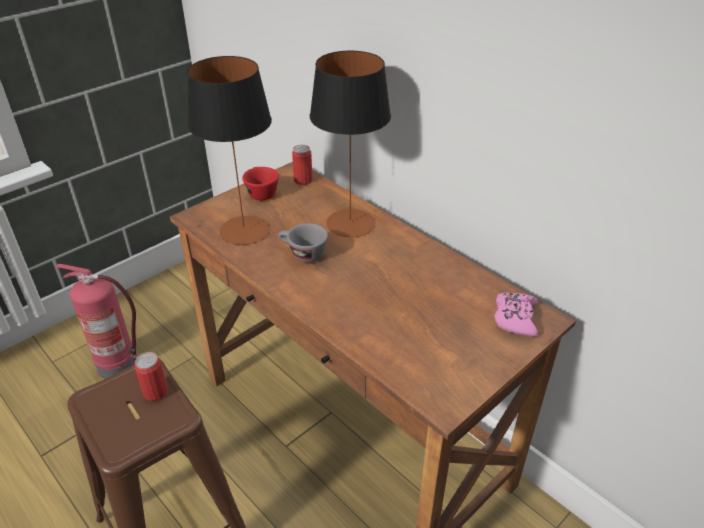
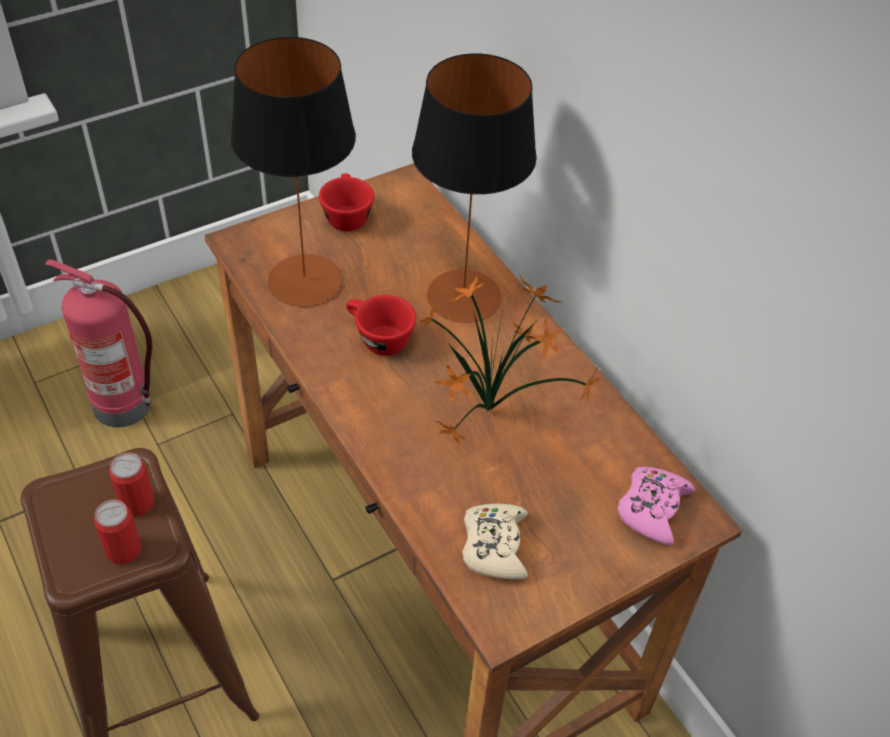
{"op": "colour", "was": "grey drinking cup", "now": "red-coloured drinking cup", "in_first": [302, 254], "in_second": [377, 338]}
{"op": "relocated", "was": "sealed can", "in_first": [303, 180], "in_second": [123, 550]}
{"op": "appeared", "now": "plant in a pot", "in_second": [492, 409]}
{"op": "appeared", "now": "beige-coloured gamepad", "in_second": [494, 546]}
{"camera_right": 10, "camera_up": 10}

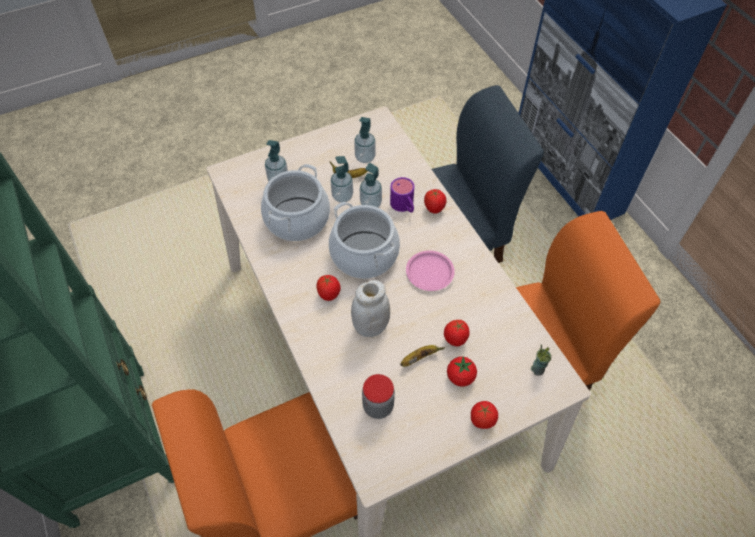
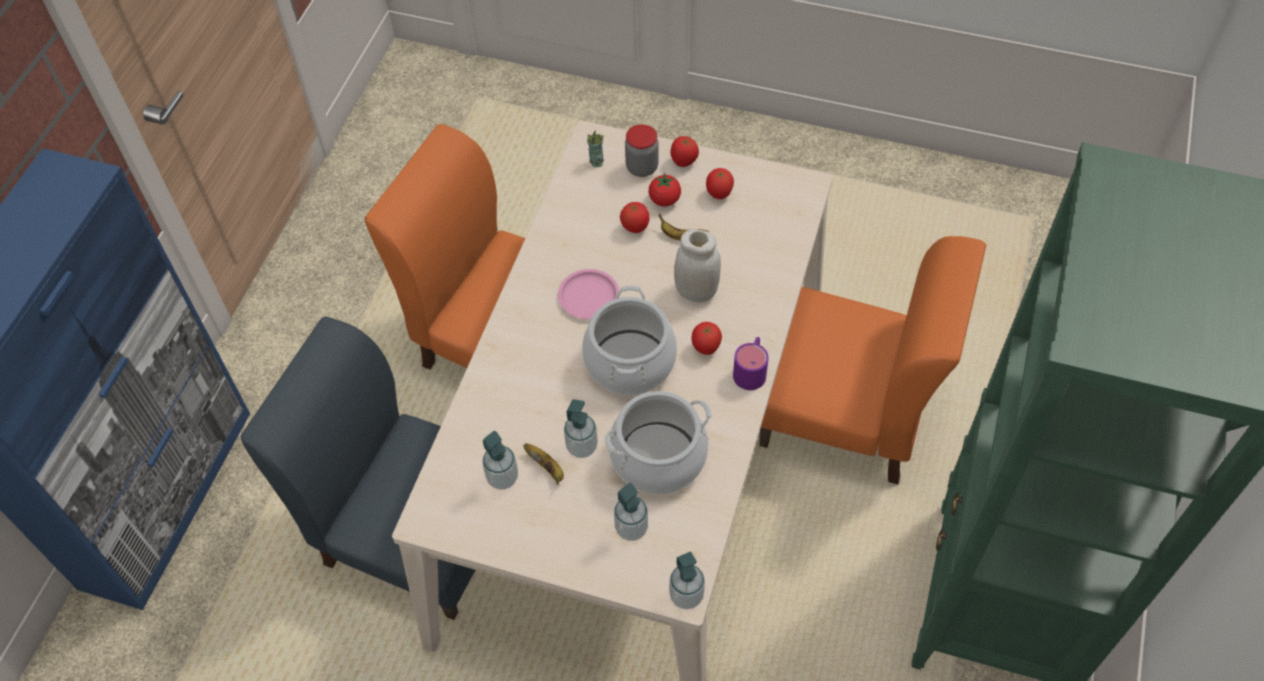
{"op": "relocated", "was": "soap bottle", "in_first": [371, 204], "in_second": [686, 596]}
{"op": "relocated", "was": "storage jar", "in_first": [378, 406], "in_second": [642, 167]}
{"op": "relocated", "was": "purple-coloured tea mug", "in_first": [404, 206], "in_second": [751, 369]}
{"op": "relocated", "was": "fresh tomato", "in_first": [434, 209], "in_second": [718, 194]}
{"camera_right": -135, "camera_up": 0}

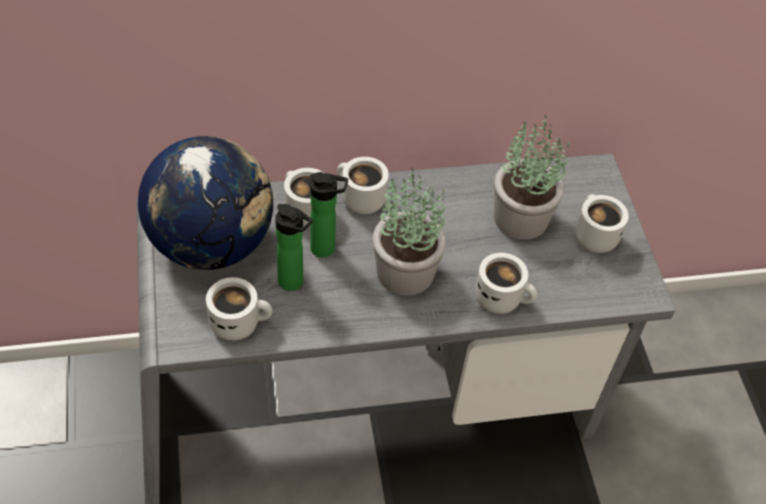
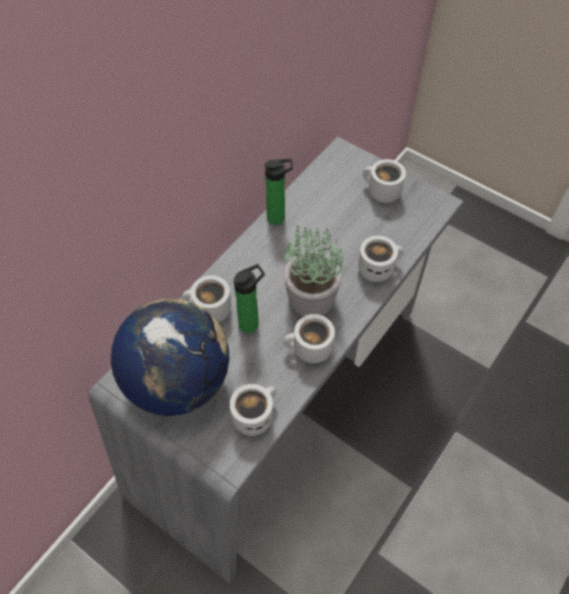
{"op": "relocated", "was": "bottle", "in_first": [294, 283], "in_second": [279, 218]}
{"op": "relocated", "was": "white-coloured tea mug", "in_first": [359, 199], "in_second": [309, 350]}
{"op": "missing", "was": "plant in a pot", "in_first": [519, 217]}
{"camera_right": -40, "camera_up": 5}

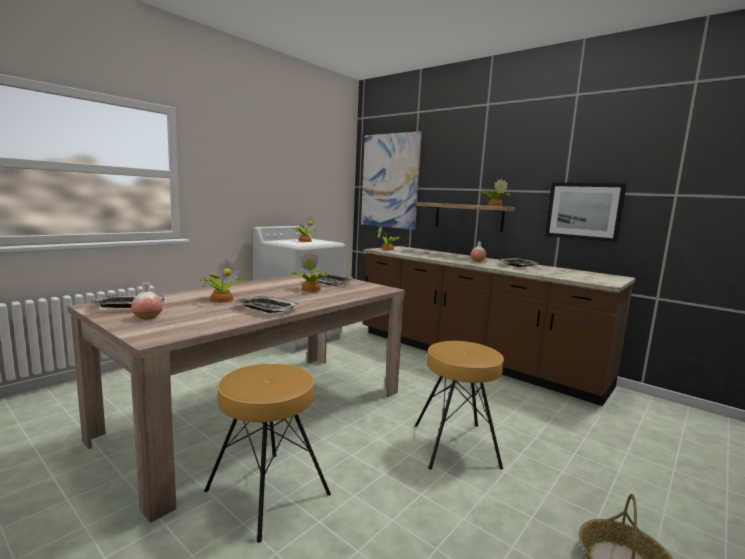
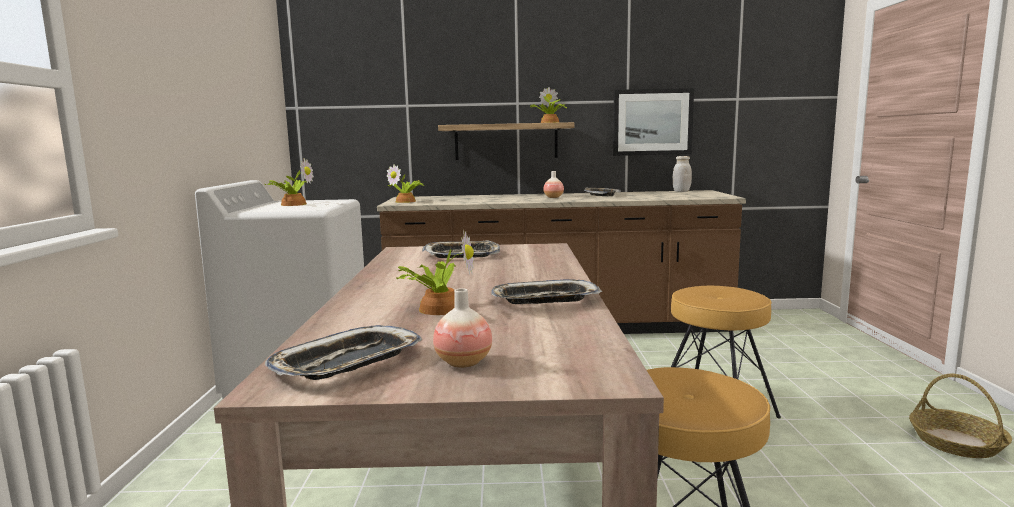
{"op": "missing", "was": "plant in a pot", "in_first": [310, 290]}
{"op": "missing", "was": "wall picture", "in_first": [390, 181]}
{"op": "appeared", "now": "white-coloured storage jar", "in_second": [681, 191]}
{"camera_right": -40, "camera_up": 0}

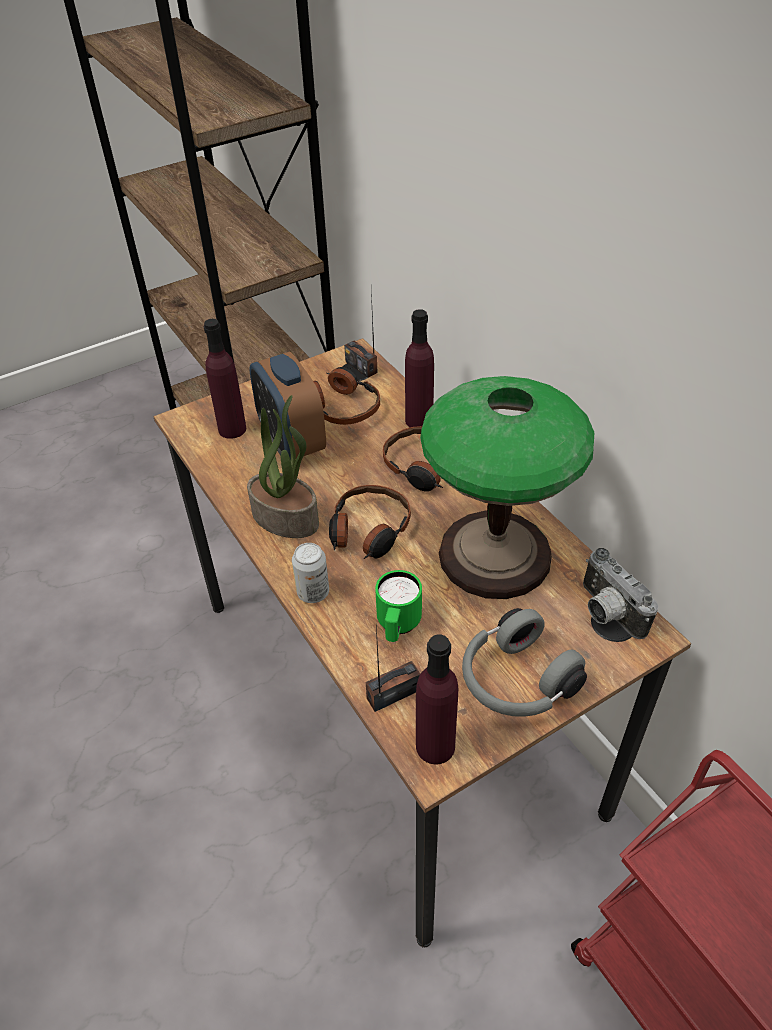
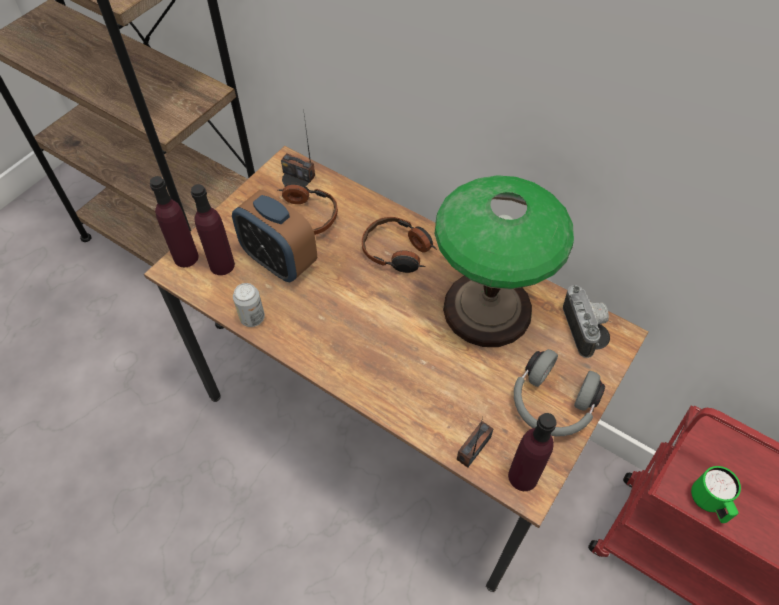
{"op": "missing", "was": "plant in a pot", "in_first": [287, 517]}
{"op": "relocated", "was": "sealed can", "in_first": [313, 592], "in_second": [252, 318]}
{"op": "missing", "was": "headphones", "in_first": [368, 531]}
{"op": "relocated", "was": "greenish tea mug", "in_first": [397, 626], "in_second": [709, 503]}
{"op": "relocated", "was": "purple-coloured bottle", "in_first": [419, 420], "in_second": [186, 257]}
{"op": "spun", "was": "photo camera", "in_first": [606, 612], "in_second": [585, 328], "clockwise": -135}
{"camera_right": -25, "camera_up": 10}

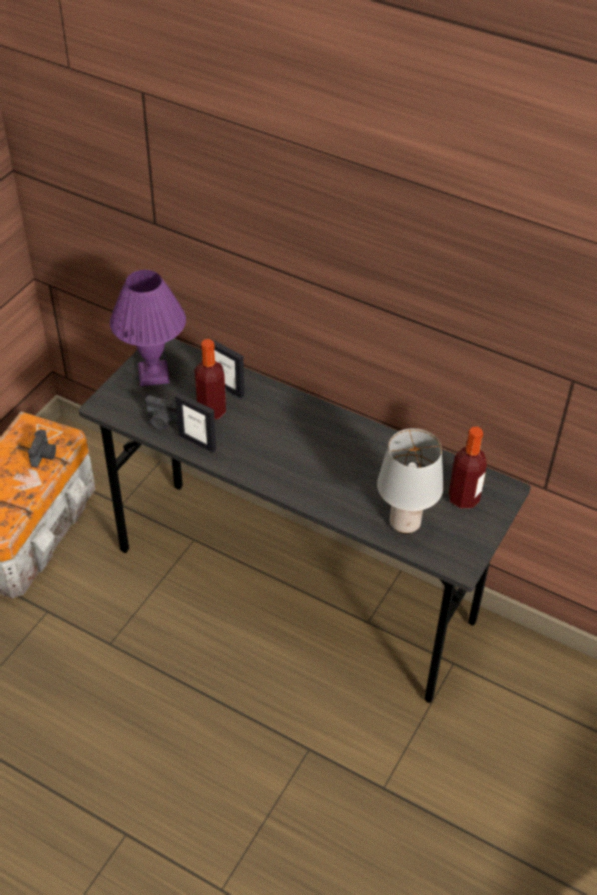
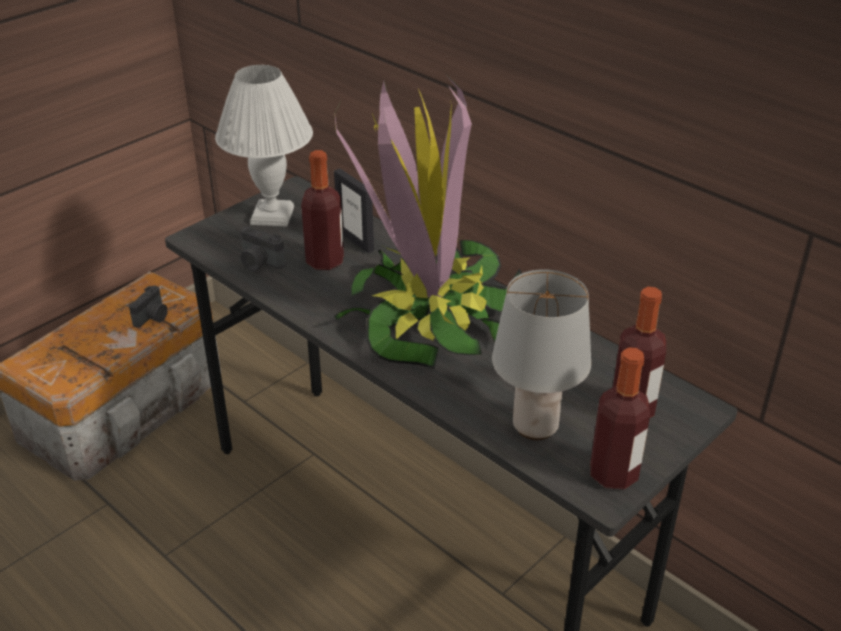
{"op": "colour", "was": "purple-coloured table lamp", "now": "white-coloured table lamp", "in_first": [154, 375], "in_second": [273, 216]}
{"op": "missing", "was": "photo frame", "in_first": [197, 442]}
{"op": "appeared", "now": "plant in a pot", "in_second": [429, 317]}
{"op": "appeared", "now": "bottle", "in_second": [613, 474]}
{"camera_right": 15, "camera_up": -10}

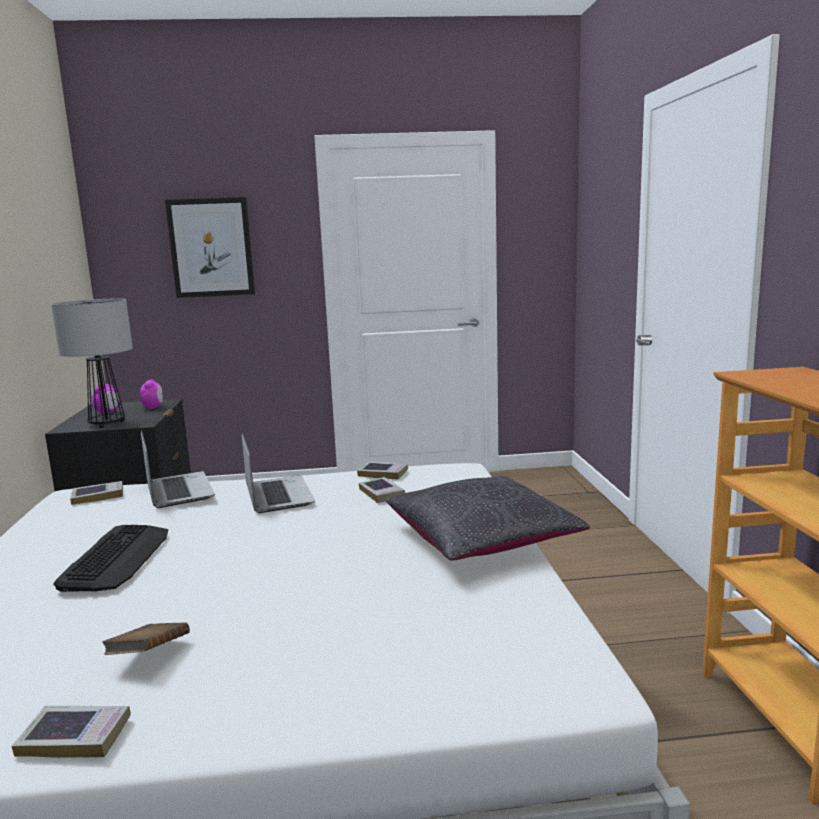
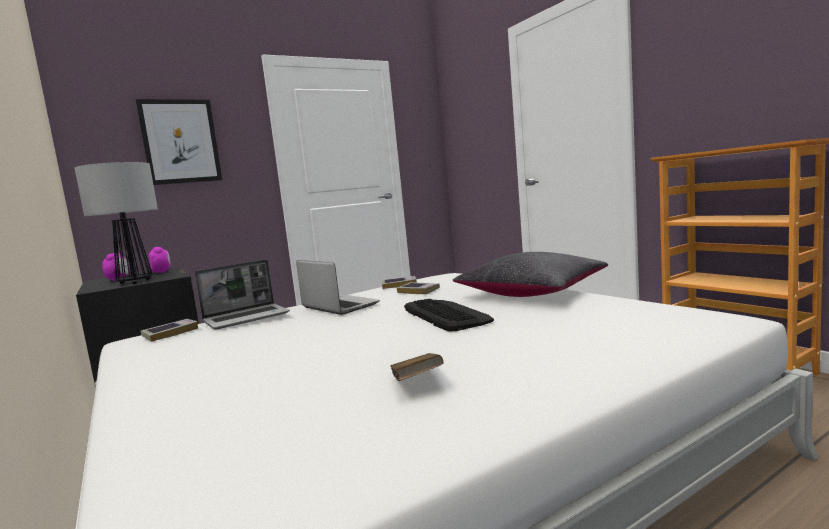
{"op": "missing", "was": "bound book", "in_first": [75, 737]}
{"op": "relocated", "was": "computer keyboard", "in_first": [117, 558], "in_second": [446, 315]}
{"op": "spun", "was": "laptop", "in_first": [178, 491], "in_second": [247, 317], "clockwise": 105}
{"camera_right": -25, "camera_up": -5}

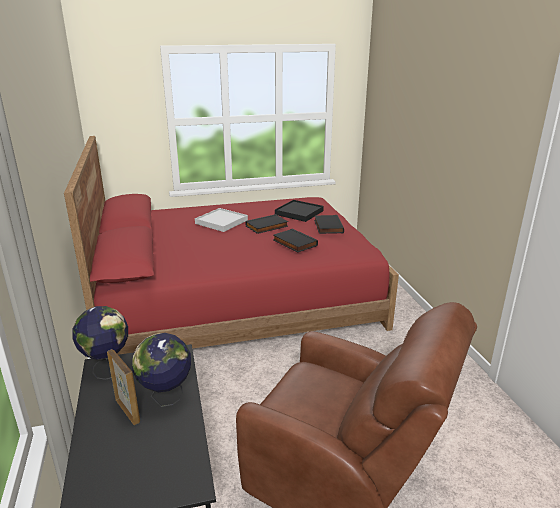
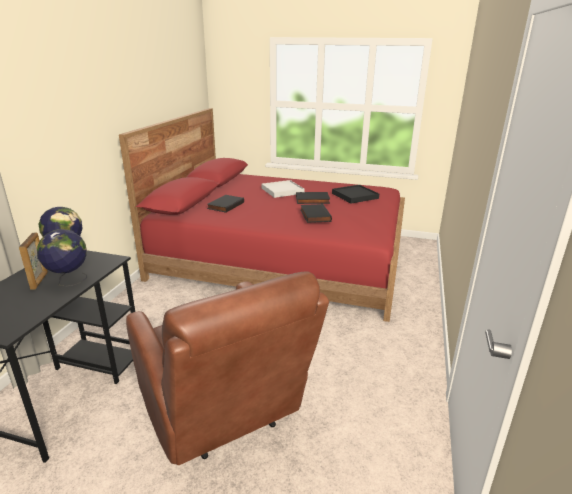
{"op": "relocated", "was": "blackish bound book", "in_first": [327, 226], "in_second": [225, 205]}
{"camera_right": 30, "camera_up": 0}

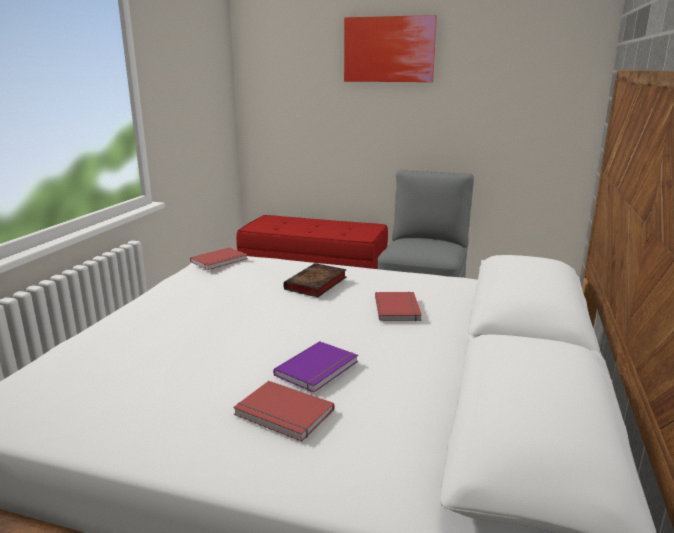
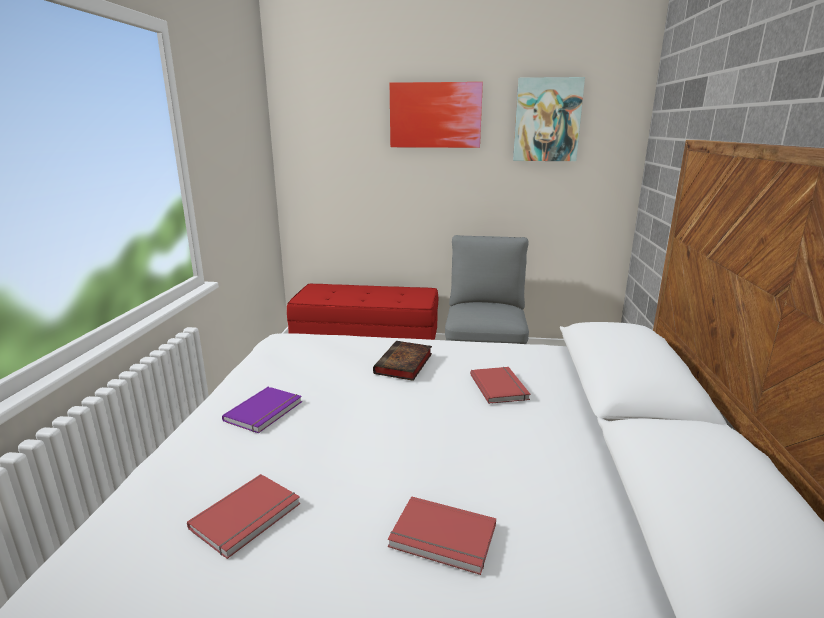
{"op": "relocated", "was": "red-coloured bound book", "in_first": [220, 261], "in_second": [248, 517]}
{"op": "relocated", "was": "purple-coloured bound book", "in_first": [319, 369], "in_second": [265, 411]}
{"op": "appeared", "now": "wall picture", "in_second": [547, 120]}
{"camera_right": -10, "camera_up": 0}

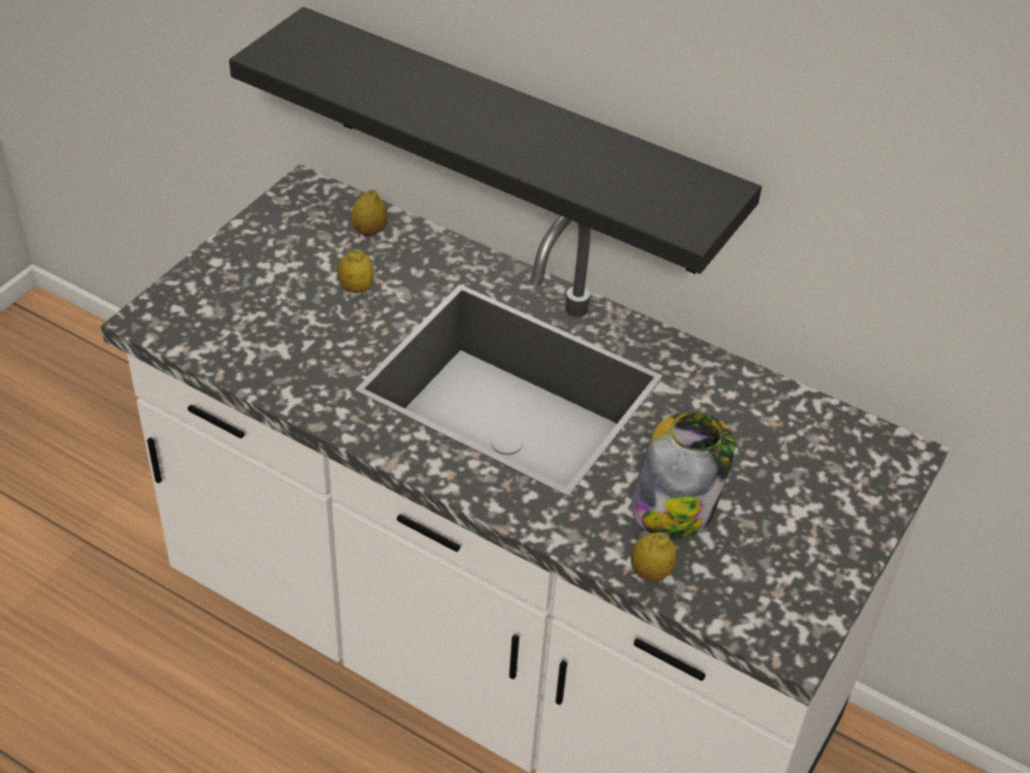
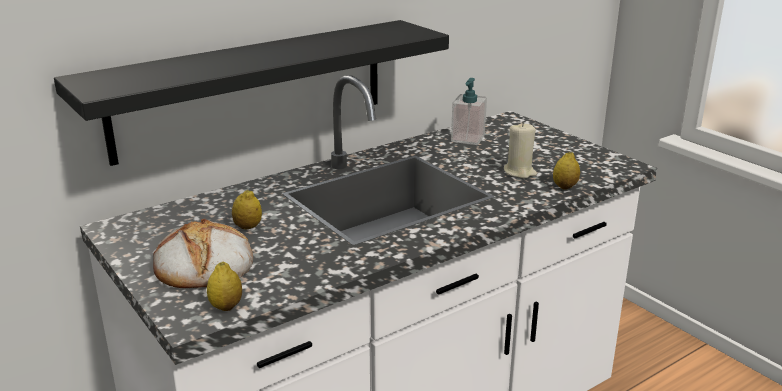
{"op": "relocated", "was": "lemon", "in_first": [369, 231], "in_second": [226, 306]}
{"op": "exchanged", "was": "storage jar", "now": "beige-coloured wax candle", "in_first": [674, 508], "in_second": [519, 172]}
{"op": "appeared", "now": "bread", "in_second": [203, 264]}
{"op": "appeared", "now": "soap bottle", "in_second": [467, 139]}
{"camera_right": -65, "camera_up": -20}

